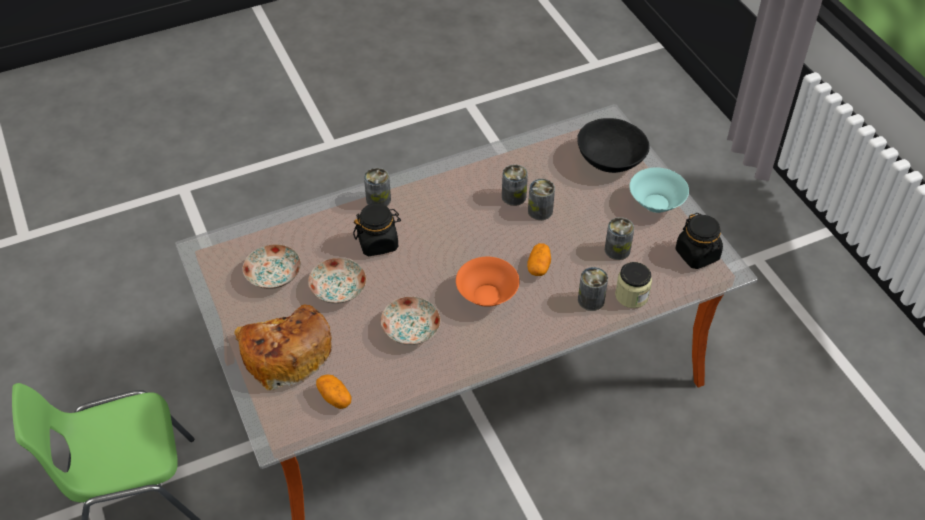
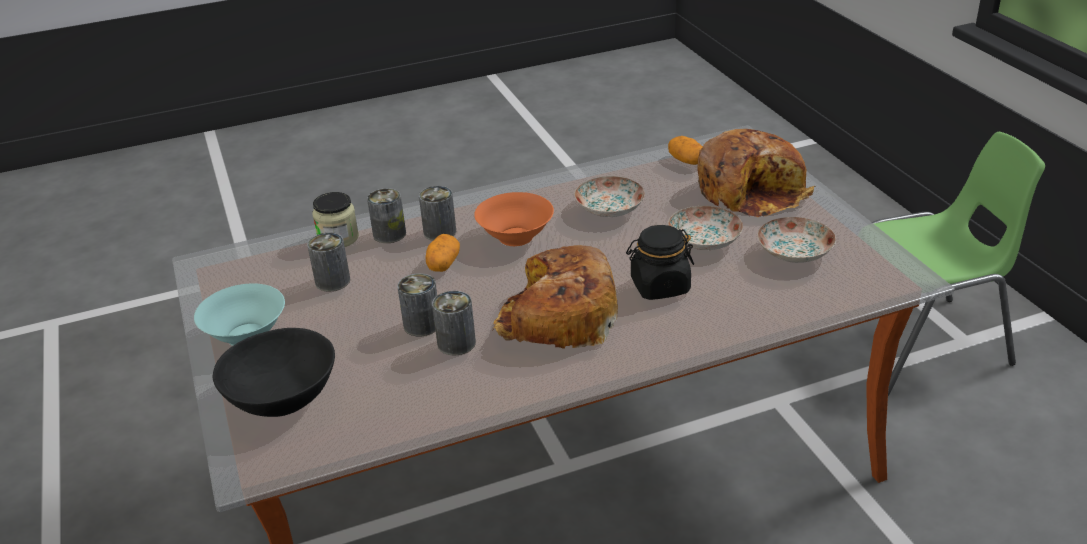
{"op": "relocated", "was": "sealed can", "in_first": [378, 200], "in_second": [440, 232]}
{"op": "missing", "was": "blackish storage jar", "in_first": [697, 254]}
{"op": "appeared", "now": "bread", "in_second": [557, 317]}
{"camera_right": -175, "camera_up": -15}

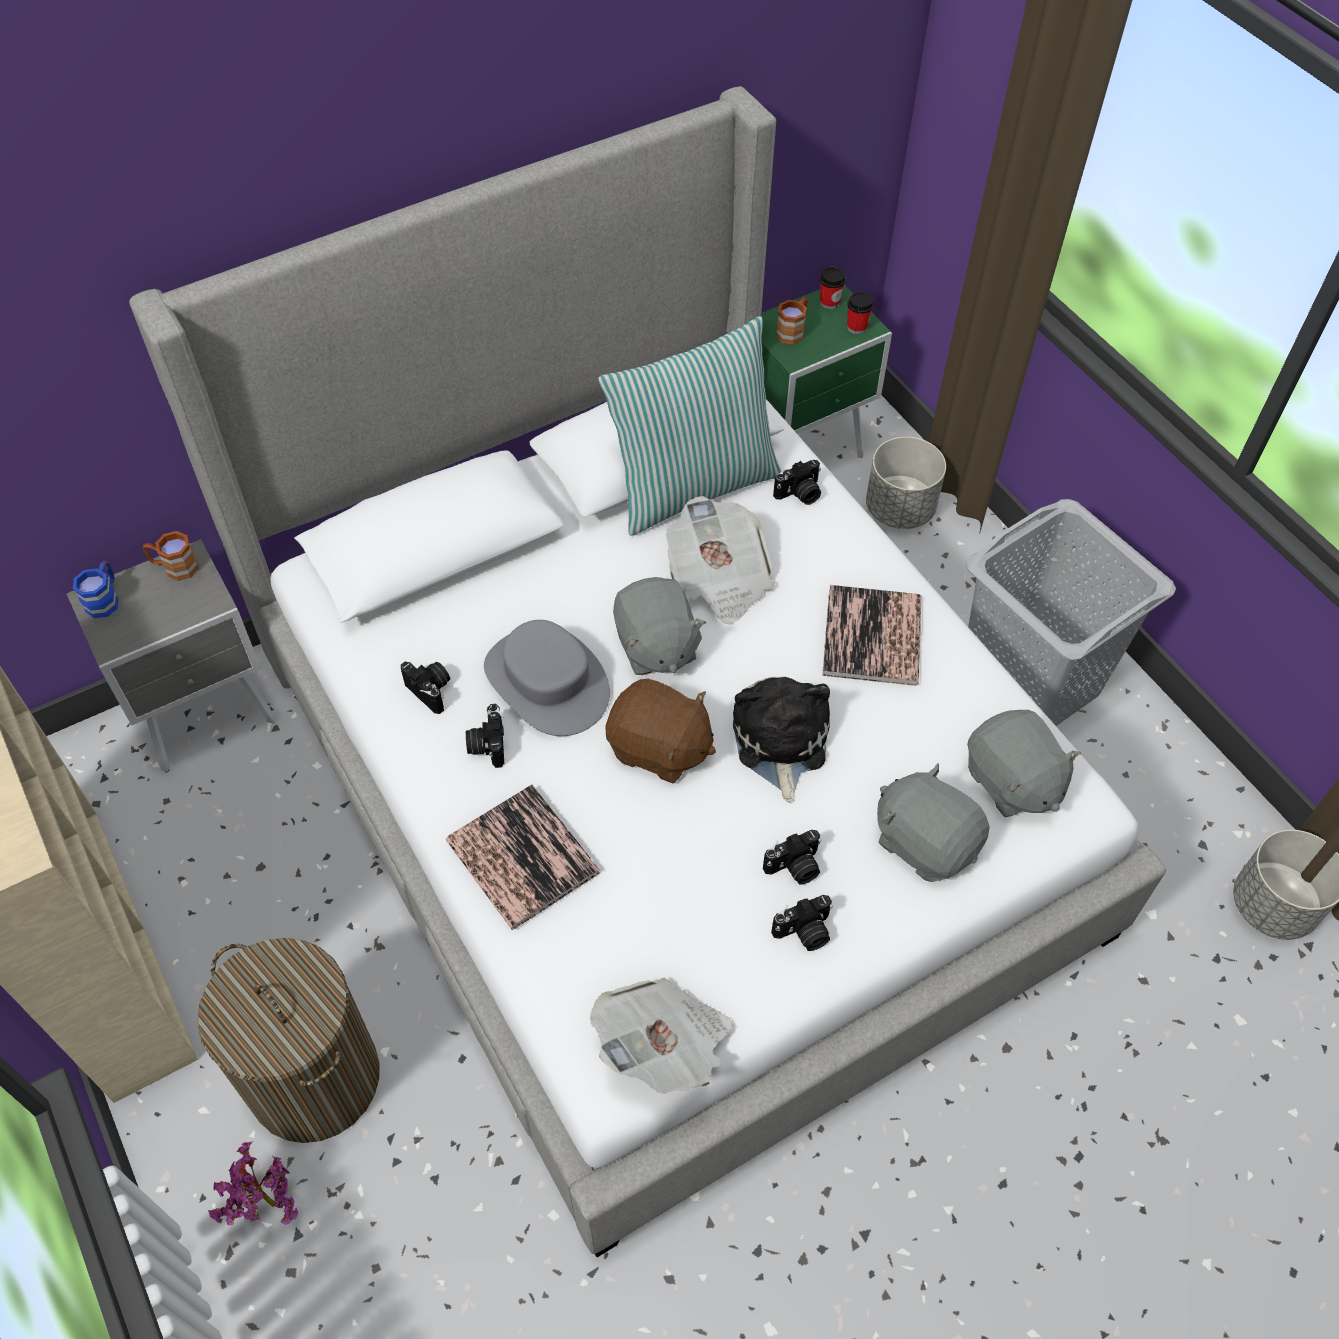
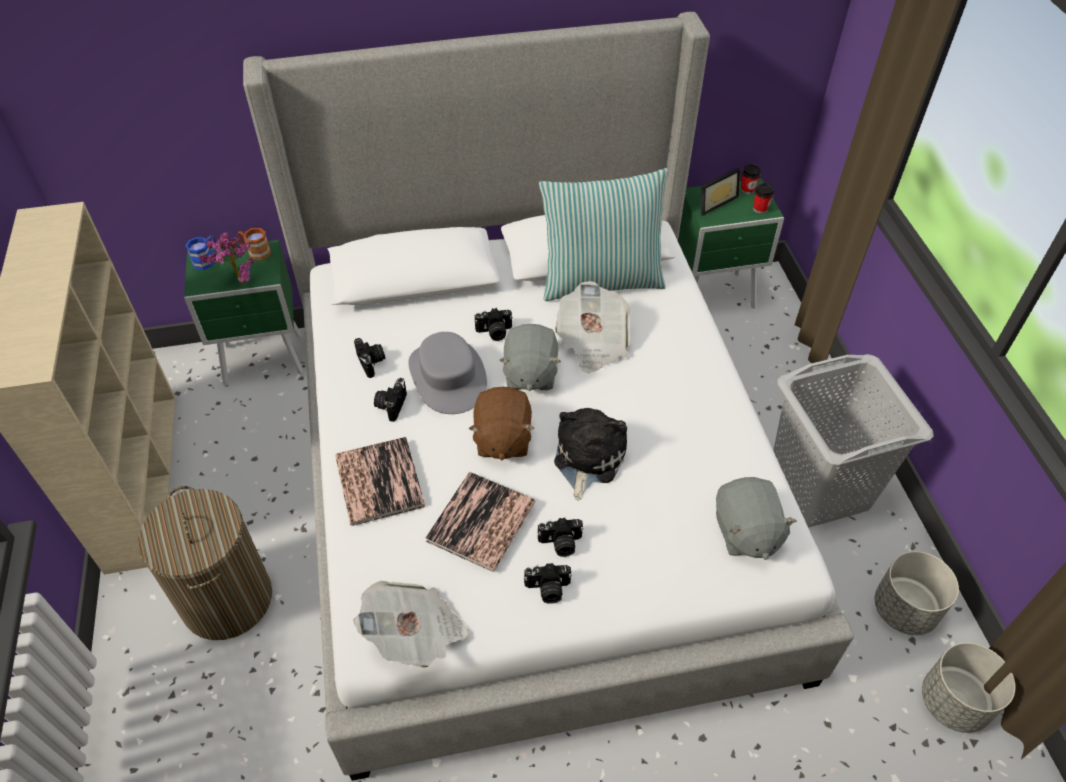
{"op": "colour", "was": "grey bedside table", "now": "greenish bedside table", "in_first": [210, 717], "in_second": [266, 361]}
{"op": "relocated", "was": "plant in a pot", "in_first": [266, 1206], "in_second": [237, 283]}
{"op": "spun", "was": "brown cuddly toy", "in_first": [659, 749], "in_second": [502, 439], "clockwise": 45}
{"op": "relocated", "was": "photo camera", "in_first": [799, 494], "in_second": [494, 332]}
{"op": "exchanged", "was": "brown tea mug", "now": "photo frame", "in_first": [793, 331], "in_second": [714, 202]}
{"op": "relocated", "was": "bound book", "in_first": [872, 636], "in_second": [481, 522]}
{"op": "relocated", "was": "grey plant pot", "in_first": [900, 509], "in_second": [904, 610]}
{"op": "missing", "was": "grey cuddly toy", "in_first": [925, 841]}
{"camera_right": 20, "camera_up": -5}

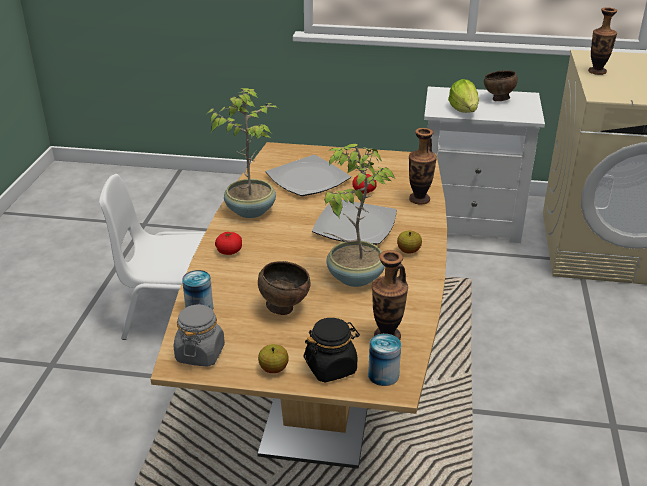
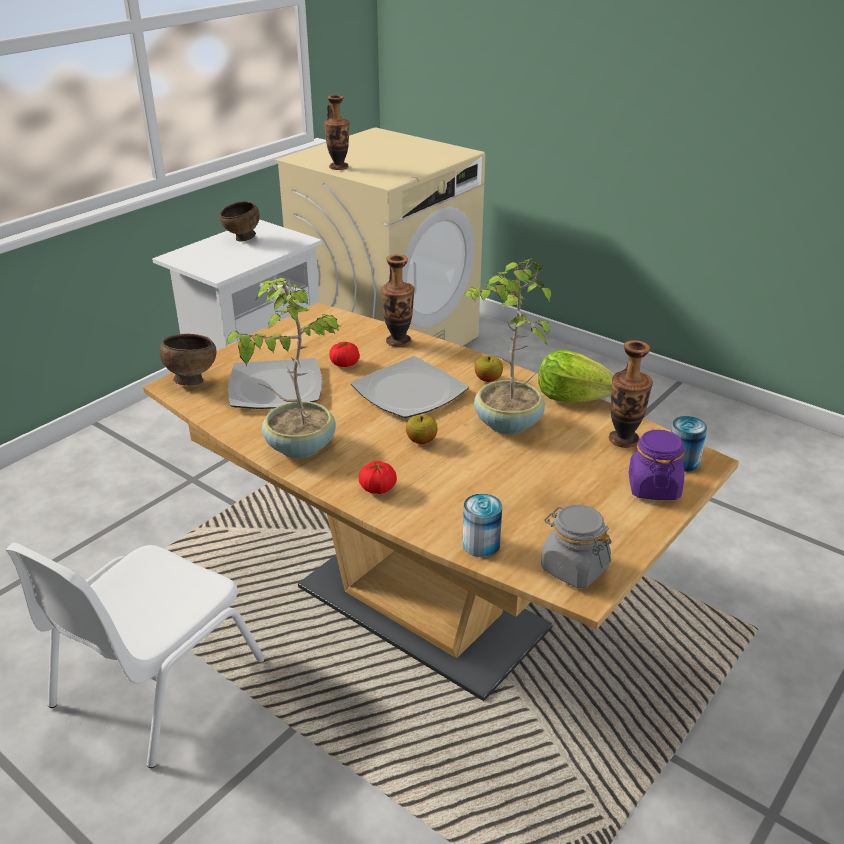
{"op": "relocated", "was": "brown deep dish", "in_first": [284, 308], "in_second": [191, 381]}
{"op": "relocated", "was": "apple", "in_first": [273, 369], "in_second": [421, 441]}
{"op": "colour", "was": "blackish storage jar", "now": "purple-coloured storage jar", "in_first": [331, 367], "in_second": [653, 487]}
{"op": "relocated", "was": "lettuce head", "in_first": [464, 110], "in_second": [572, 398]}
{"camera_right": -60, "camera_up": 0}

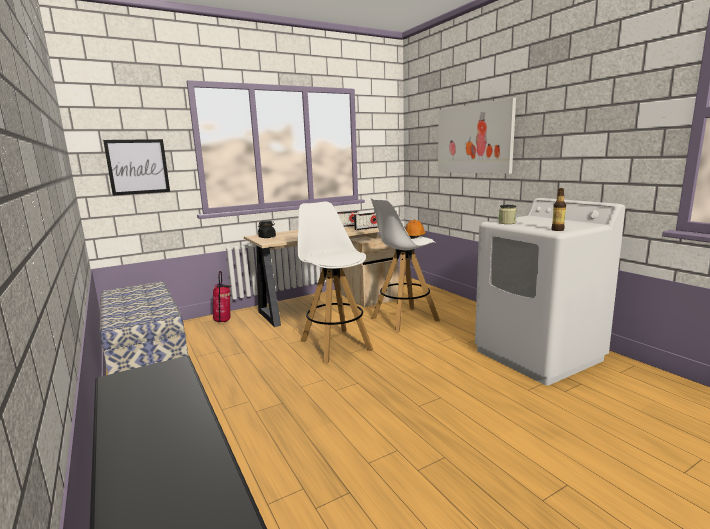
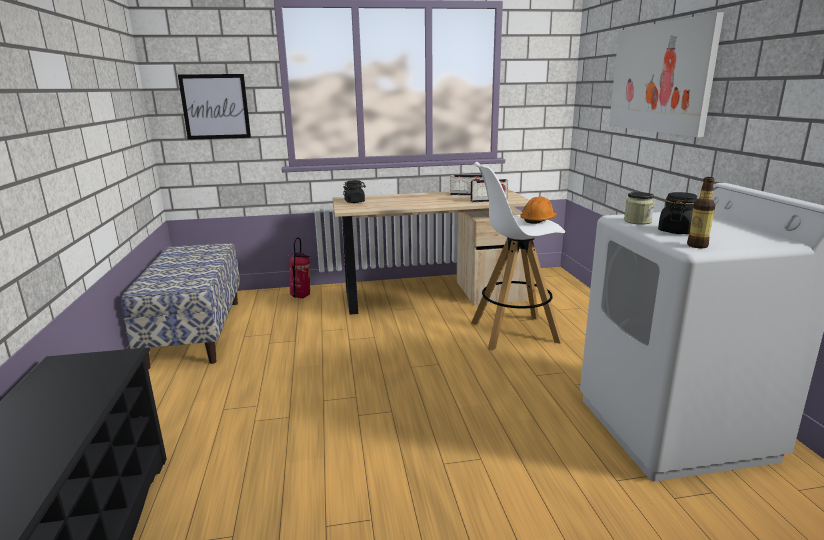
{"op": "missing", "was": "white-coloured stool", "in_first": [335, 345]}
{"op": "appeared", "now": "blackish storage jar", "in_second": [676, 231]}
{"camera_right": 20, "camera_up": 5}

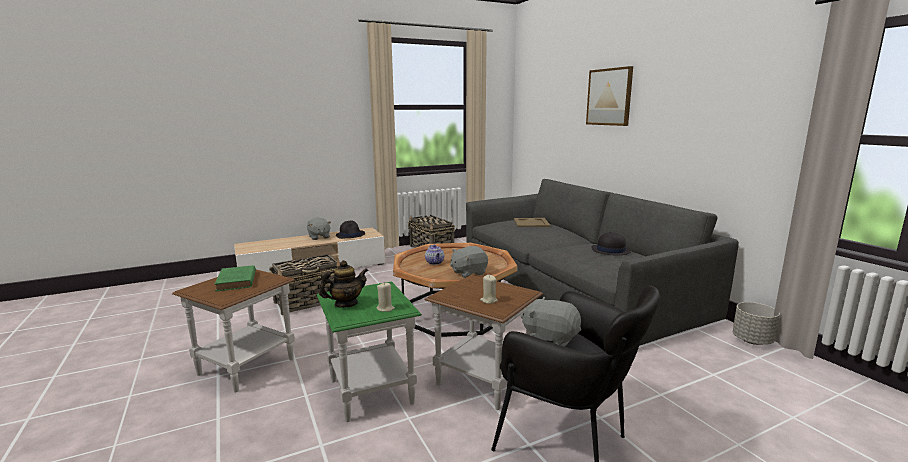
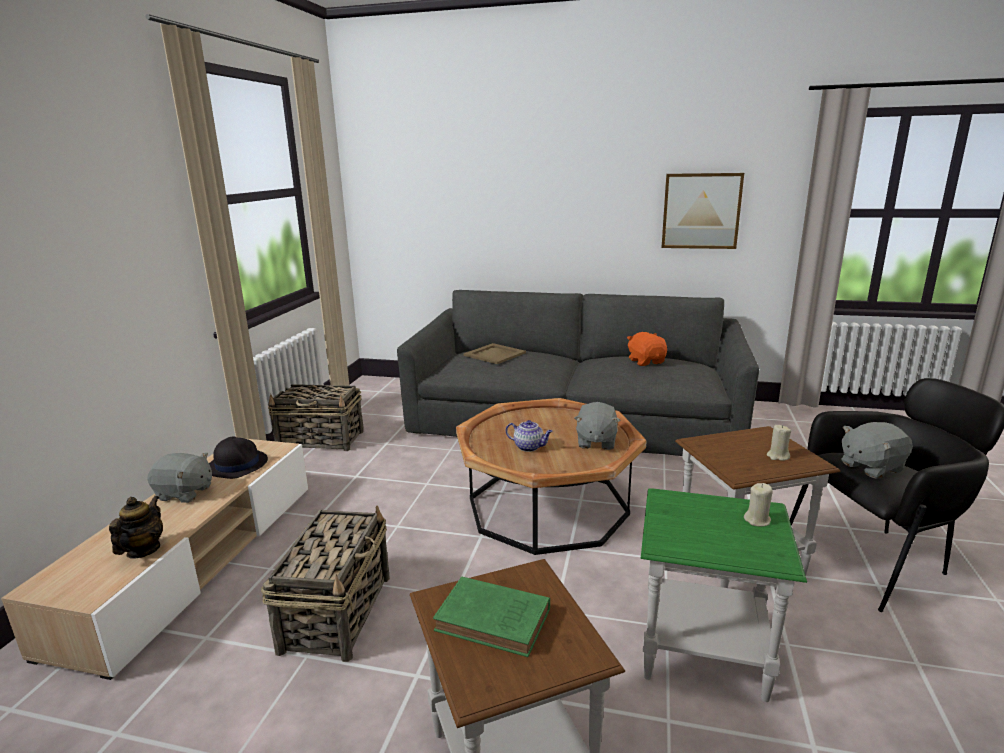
{"op": "relocated", "was": "pot for tea", "in_first": [346, 304], "in_second": [143, 550]}
{"op": "relocated", "was": "wall picture", "in_first": [609, 97], "in_second": [701, 211]}
{"op": "exchanged", "was": "blackish clothing hat", "now": "orange cuddly toy", "in_first": [610, 250], "in_second": [646, 361]}
{"op": "missing", "was": "grey plant pot", "in_first": [752, 340]}
{"camera_right": -50, "camera_up": 5}

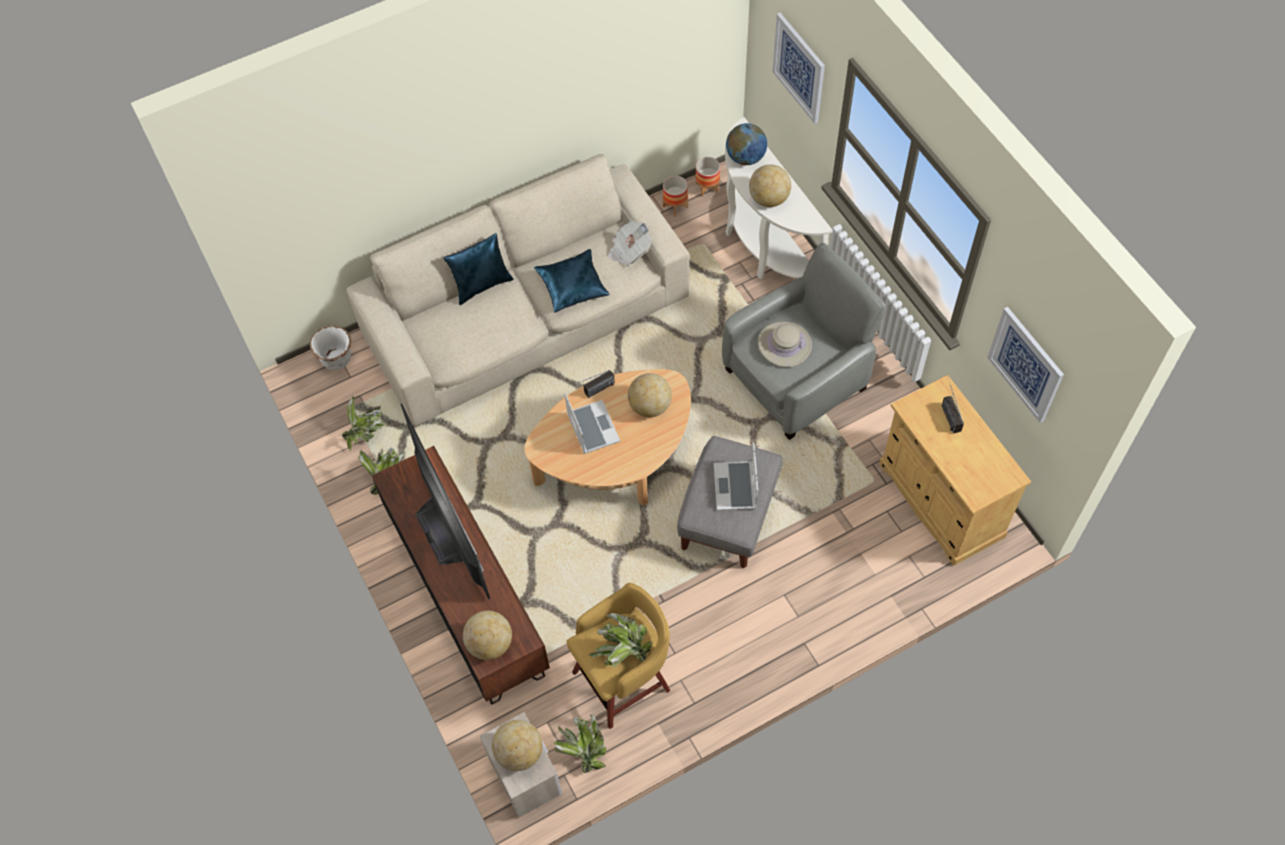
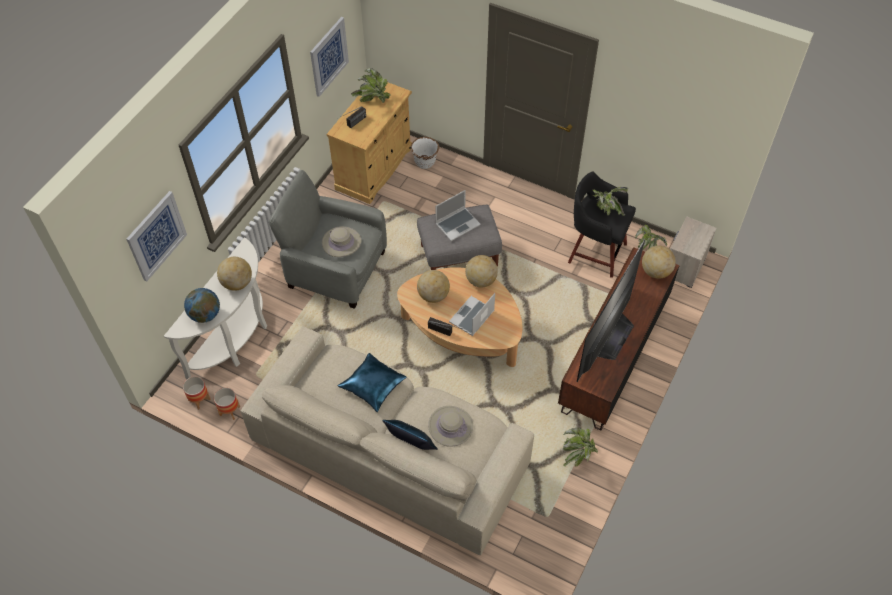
{"op": "relocated", "was": "white-coloured plant pot", "in_first": [337, 360], "in_second": [425, 162]}
{"op": "relocated", "was": "plant in a pot", "in_first": [366, 433], "in_second": [372, 98]}
{"op": "relocated", "was": "world globe", "in_first": [519, 752], "in_second": [481, 280]}
{"op": "colour", "was": "yellow-coloured stool", "now": "blackish stool", "in_first": [624, 679], "in_second": [595, 252]}
{"op": "missing", "was": "printed paper", "in_first": [629, 251]}
{"op": "appeared", "now": "beige-coloured clothing hat", "in_second": [450, 426]}
{"camera_right": -125, "camera_up": -5}

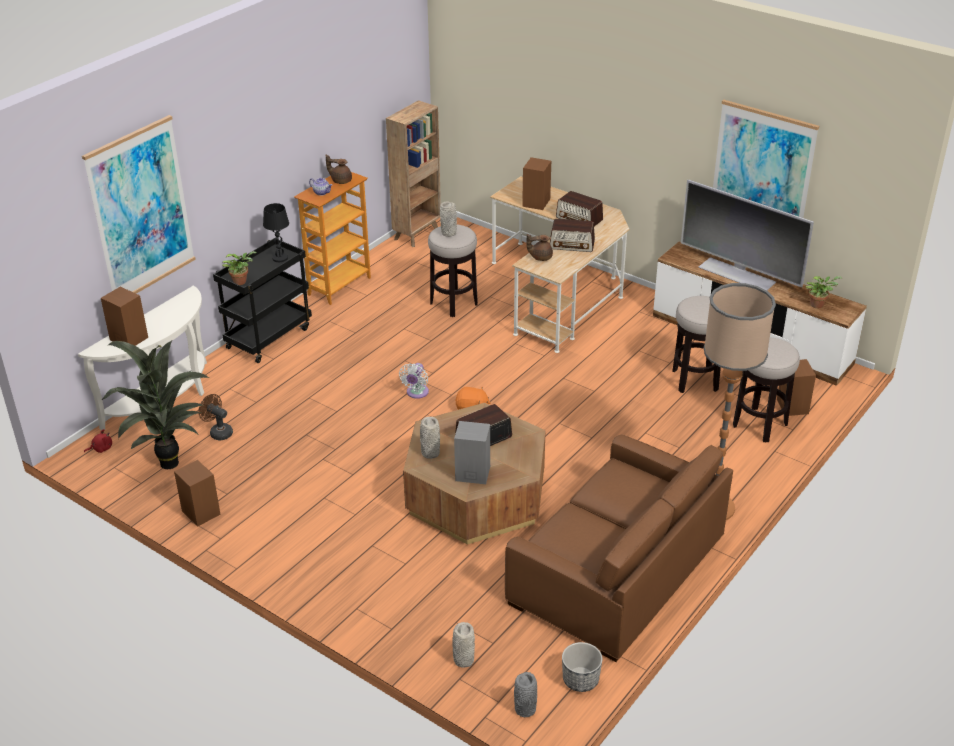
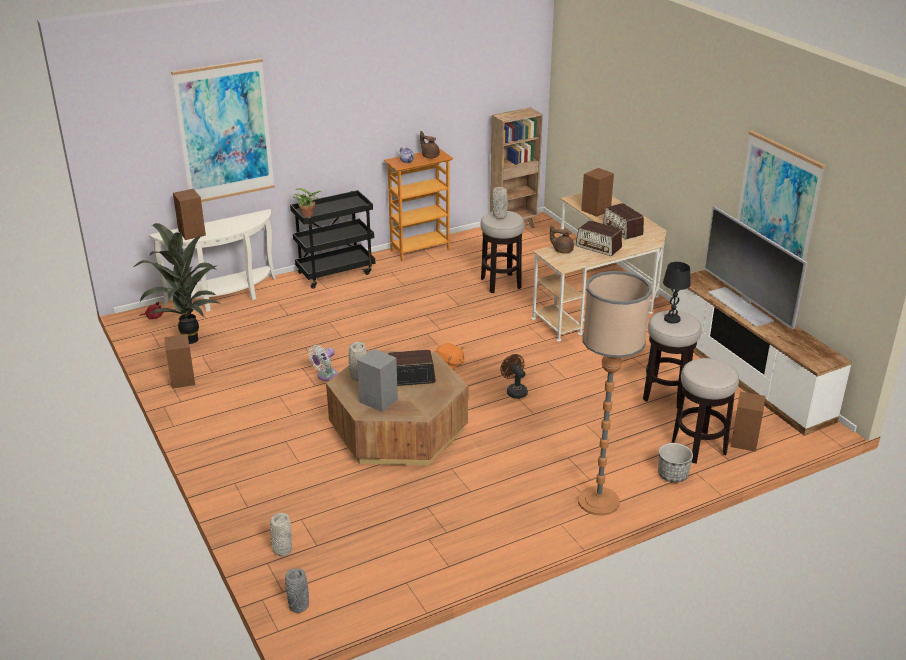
{"op": "relocated", "was": "brown fan", "in_first": [218, 432], "in_second": [514, 391]}
{"op": "relocated", "was": "blackish table lamp", "in_first": [280, 258], "in_second": [672, 319]}
{"op": "relocated", "was": "white-coloured fan", "in_first": [416, 393], "in_second": [325, 376]}
{"op": "missing", "was": "brown couch", "in_first": [617, 571]}
{"op": "relocated", "was": "plant pot", "in_first": [580, 680], "in_second": [672, 475]}
{"op": "missing", "was": "plant in a pot", "in_first": [818, 304]}
{"camera_right": 25, "camera_up": -5}

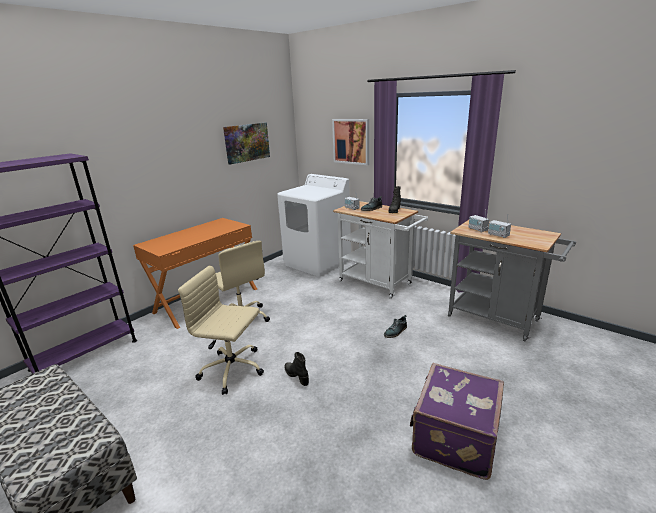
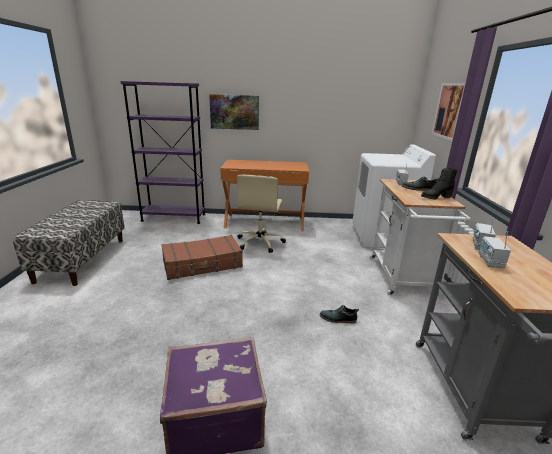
{"op": "exchanged", "was": "beige-coloured computer chair", "now": "brown travel case", "in_first": [233, 370], "in_second": [203, 264]}
{"op": "relocated", "was": "wall picture", "in_first": [247, 142], "in_second": [234, 112]}
{"op": "missing", "was": "blackish high-top boot", "in_first": [297, 376]}
{"camera_right": 50, "camera_up": 0}

